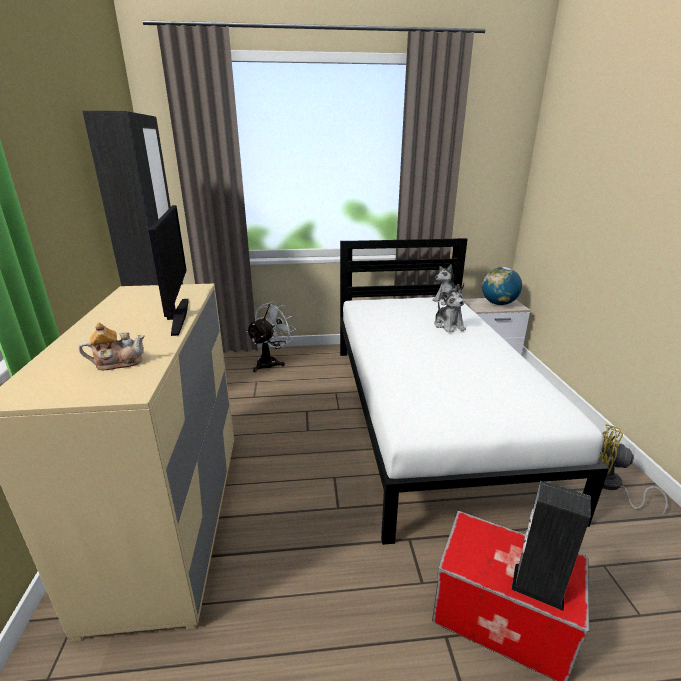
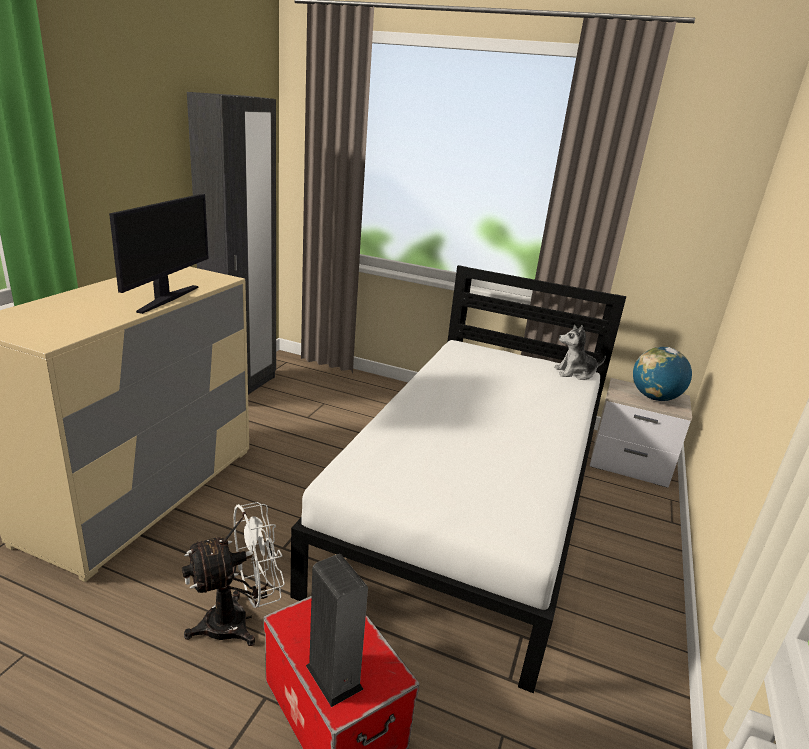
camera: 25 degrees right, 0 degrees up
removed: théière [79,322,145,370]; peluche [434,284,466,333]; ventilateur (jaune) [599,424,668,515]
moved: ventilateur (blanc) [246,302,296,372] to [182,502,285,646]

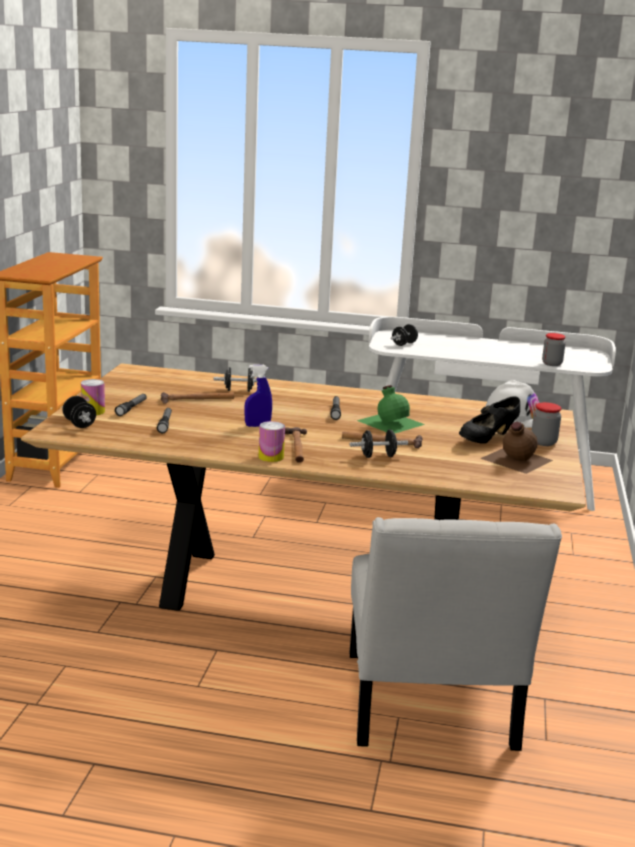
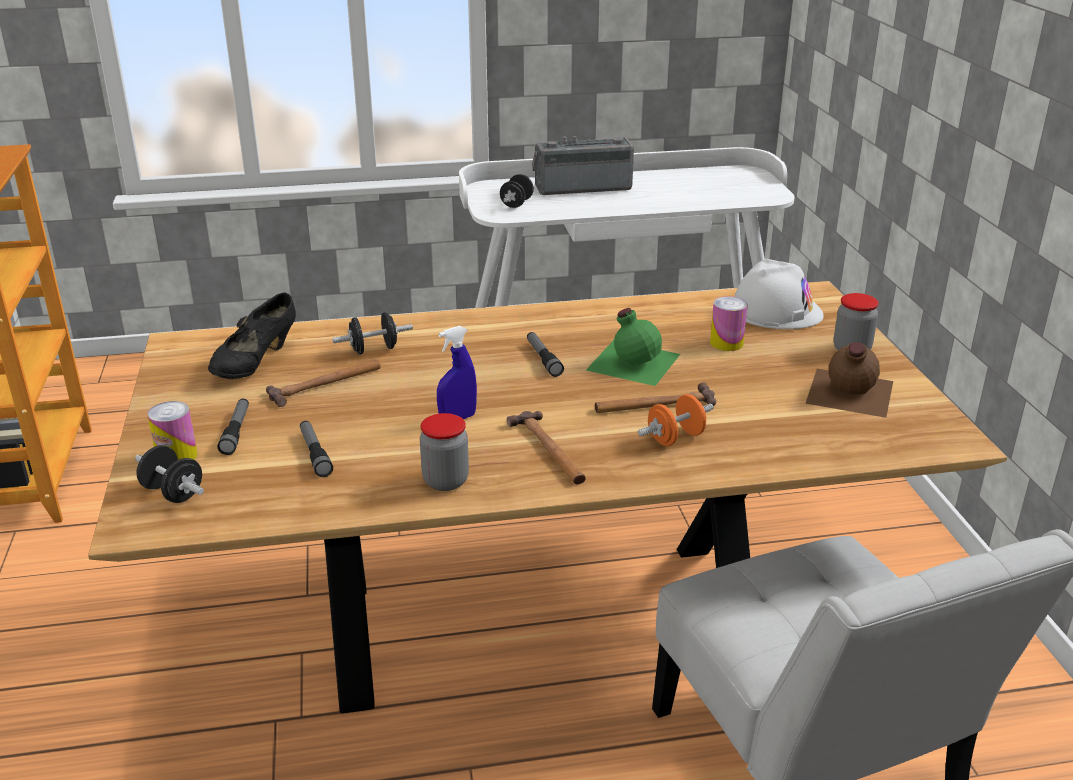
camera: 20 degrees left, 10 degrees up
added: radio [532,136,634,195]
moved: boîte métallique [259,421,285,462] to [710,296,748,351]; chaussure (noir) [459,396,520,444] to [208,293,296,379]; bocal [542,333,566,366] to [420,413,469,491]
recoloured: haltère (noir) [349,430,408,458] to haltère (orange) [638,394,714,446]

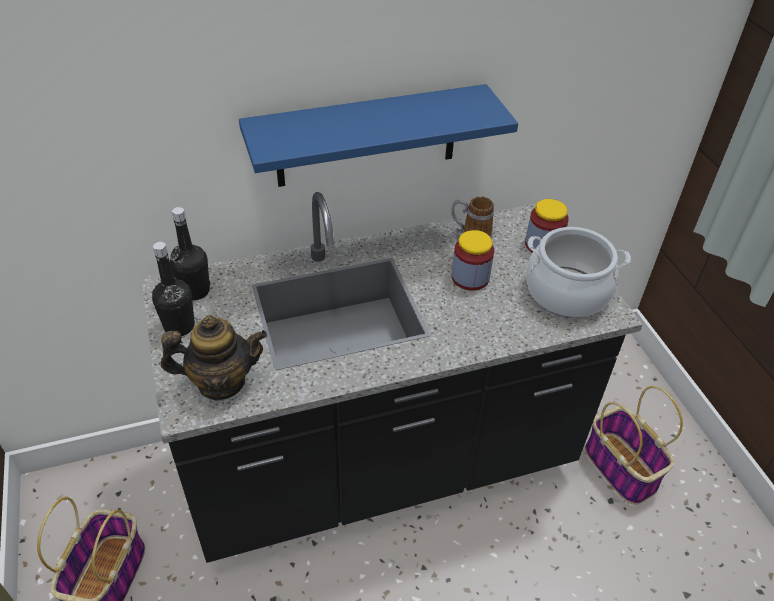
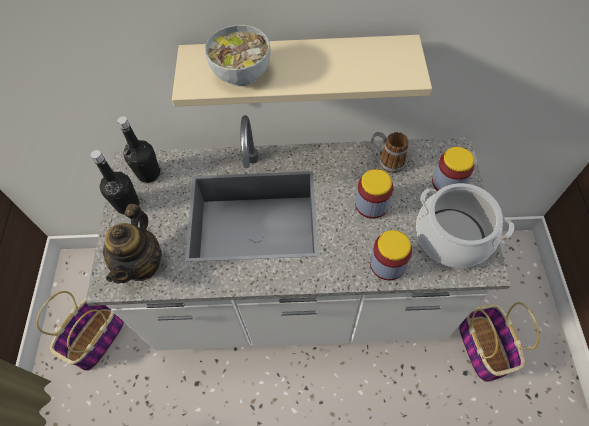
camera: 20 degrees right, 15 degrees up
added: bol [205,25,270,86]; bocal [370,230,412,280]
recoloured: comptoir de cuisine (noir) [141,192,643,563] to comptoir de cuisine (blanc) [86,115,511,351]; étagère (bleu) [239,84,518,187] to étagère (beige) [172,35,432,107]
turned: théière [161,315,267,400] = [103,204,162,283] 90 degrees clockwise

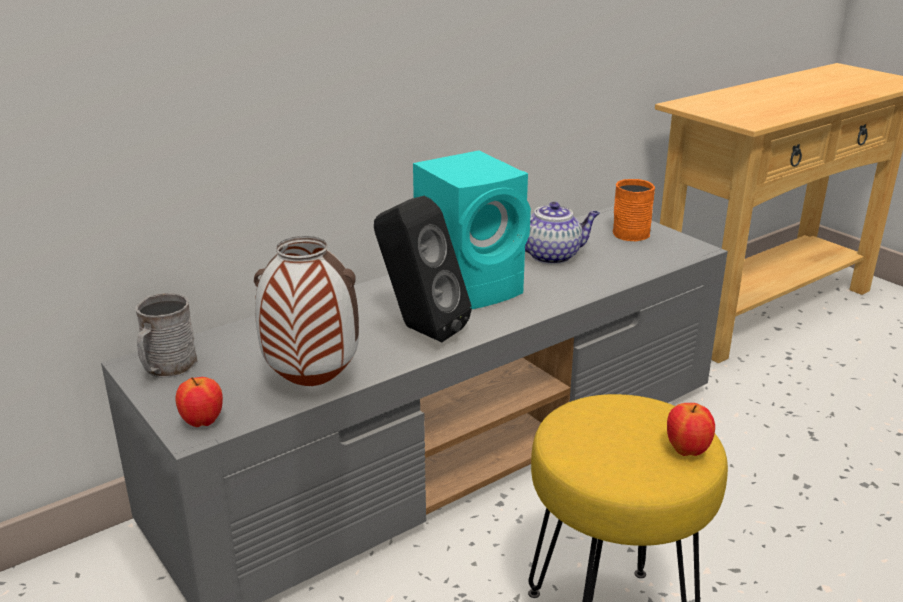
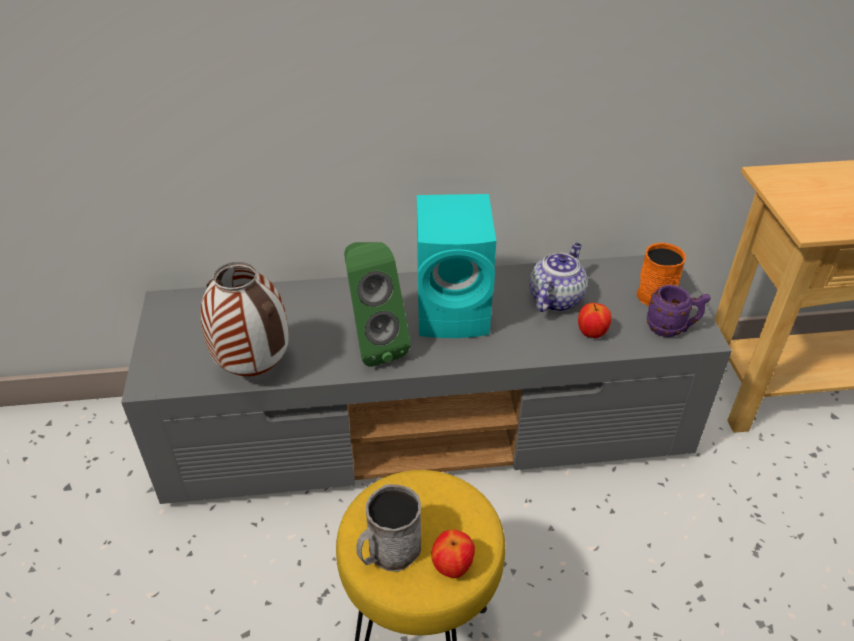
camera: 30 degrees right, 15 degrees up
added: mug (violet) [647,285,711,337]
moved: mug (gris) [135,293,198,378] to [356,484,421,572]; pomme [175,377,223,427] to [578,303,612,338]
recoloured: enceinte (noir) [374,196,472,342] to enceinte (vert) [344,242,411,367]
turned: théière [525,202,600,264] = [529,243,588,312] 75 degrees counterclockwise

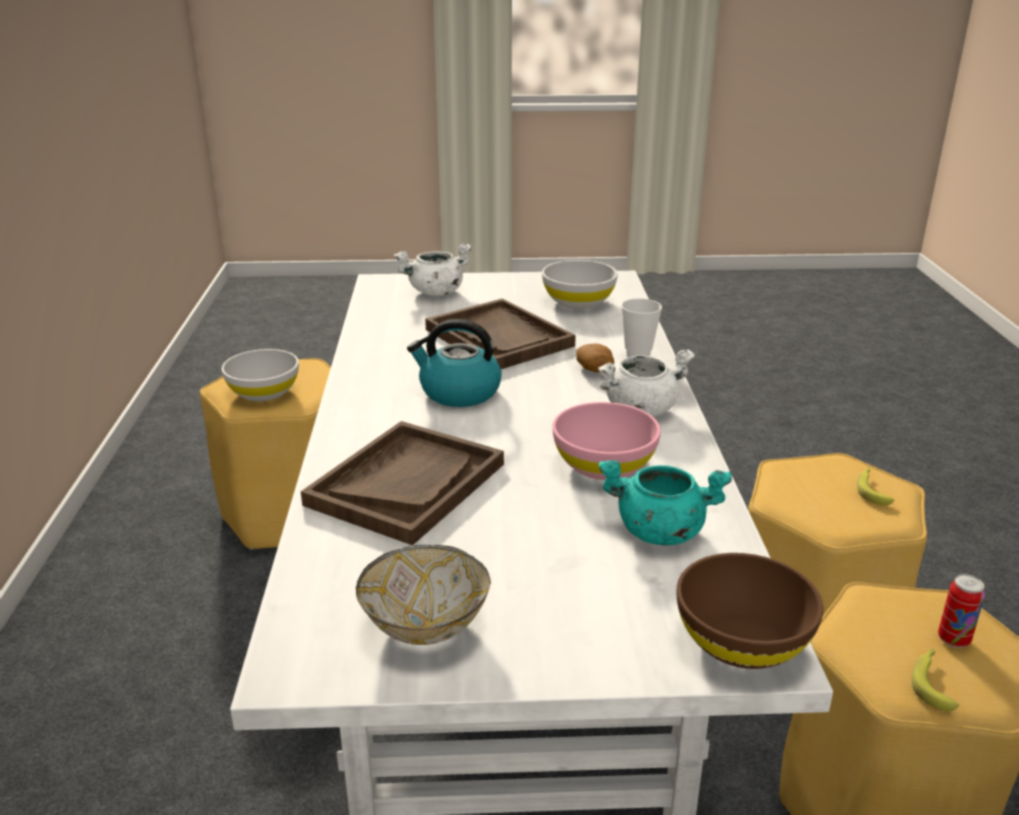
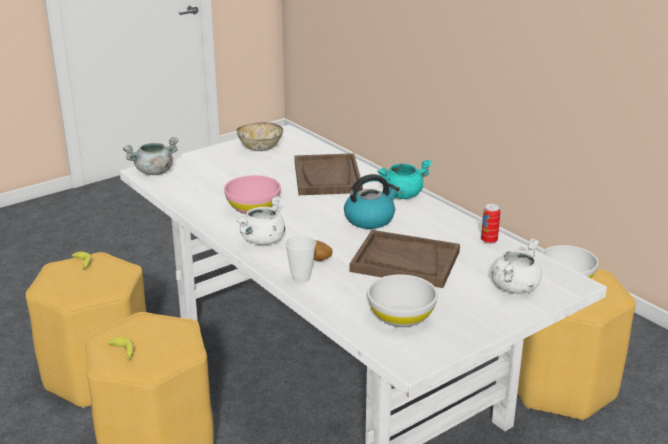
camera: 145 degrees right, 0 degrees up
moved: marmite (turquoise) [599,460,732,545] to [377,160,432,199]; boîte métallique [938,574,985,648] to [481,204,500,244]
replaced: bol (marron) [677,553,824,669] to marmite (gris) [122,137,179,175]

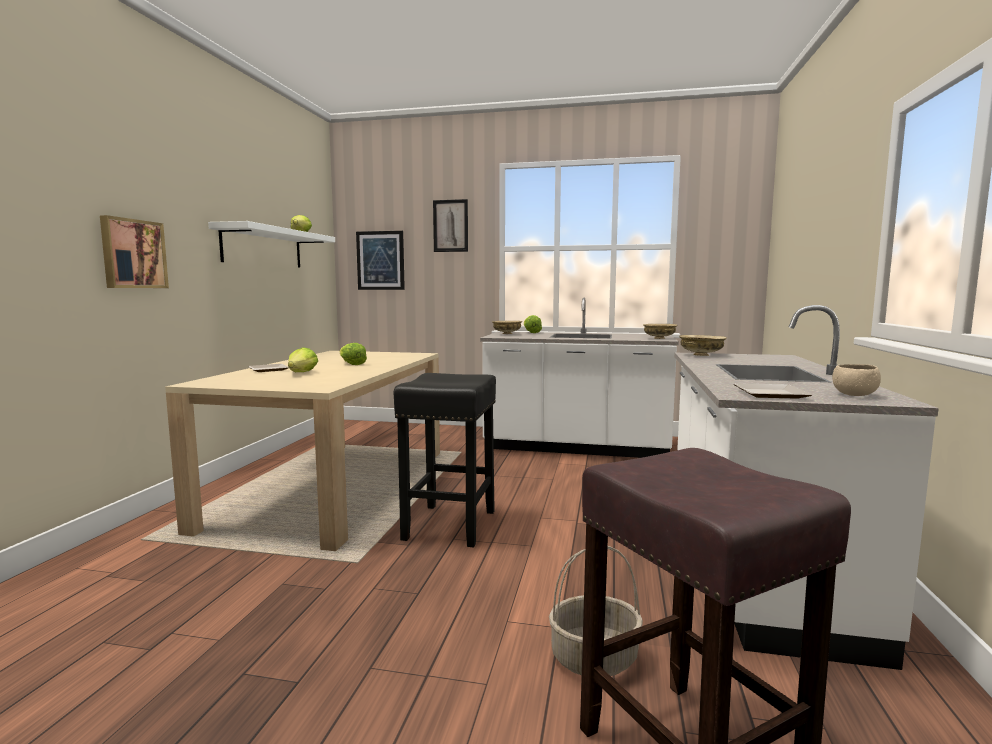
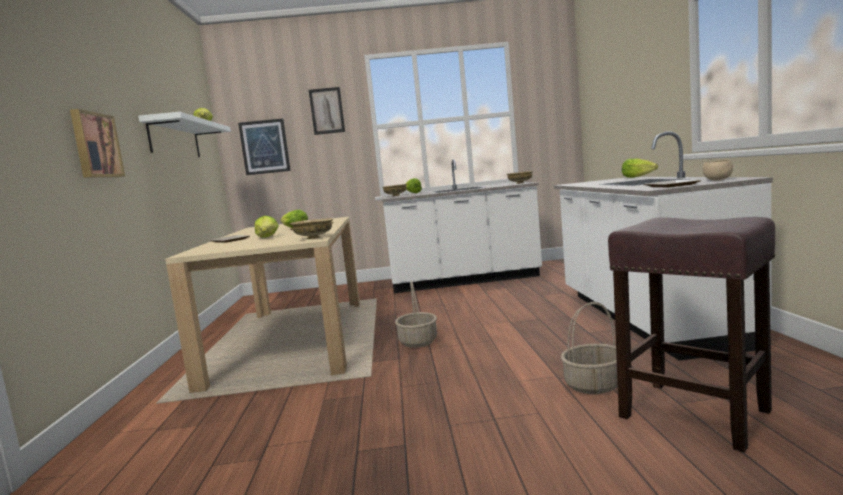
camera: 15 degrees left, 0 degrees up
added: laitue [622,158,658,178]
moved: bol (beige) [679,335,727,356] to [290,218,333,239]
replaced: tabouret (noir) [394,373,496,547] to panier [395,280,437,348]

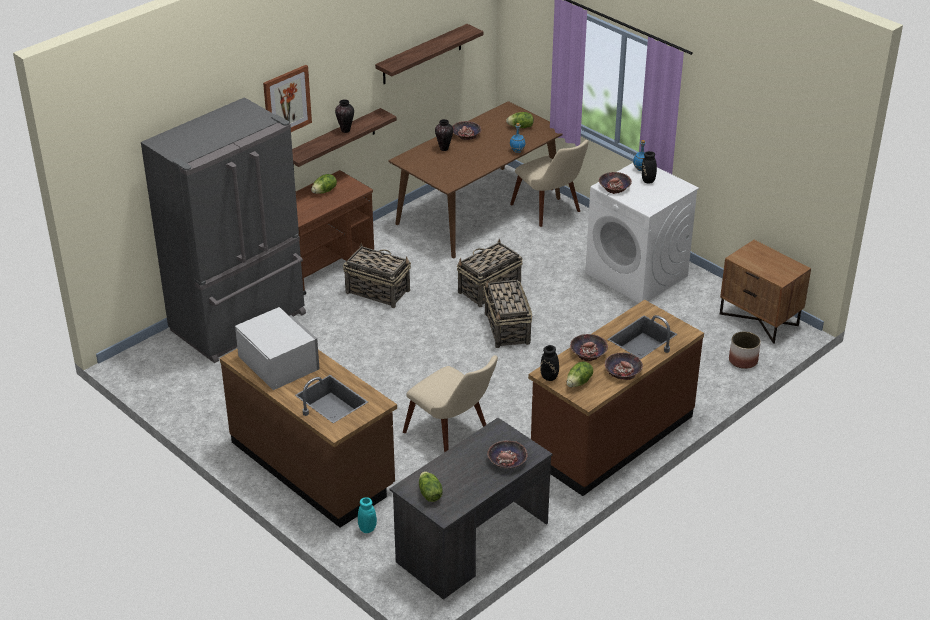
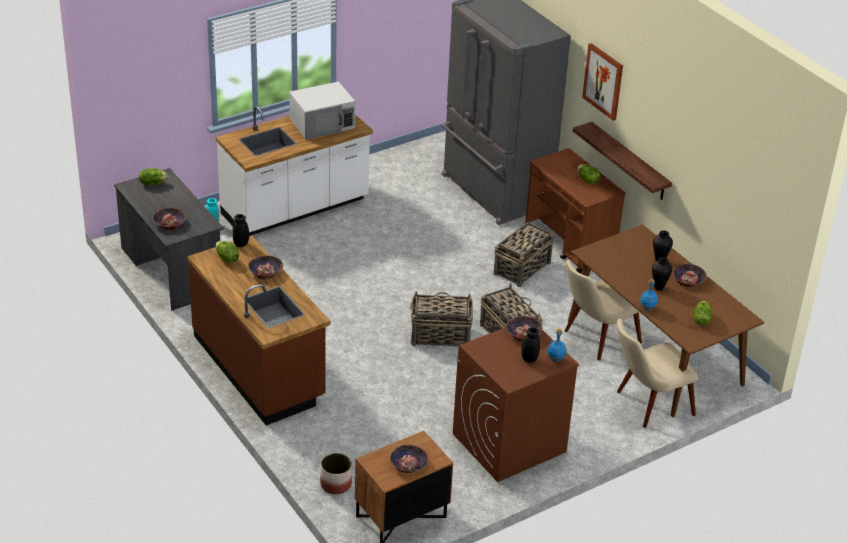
camera: 100 degrees right, 0 degrees up
removed: étagère [375,24,483,84]
moved: vase [335,99,354,133] to [652,257,672,291]; chaise (beige) [403,355,498,452] to [564,260,642,360]; bol [605,353,643,380] to [390,445,429,473]
recoloured: comptoir de cuisine (marron) [220,348,397,528] to comptoir de cuisine (blanc) [216,106,373,236]; lave-linge (blanc) [585,163,699,303] to lave-linge (marron) [453,327,580,482]

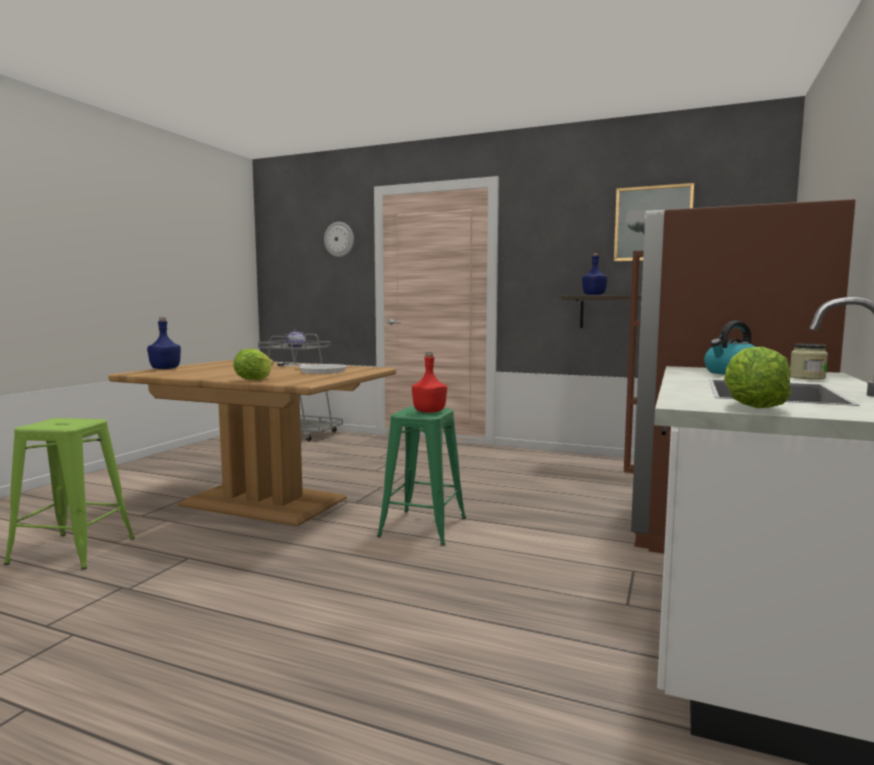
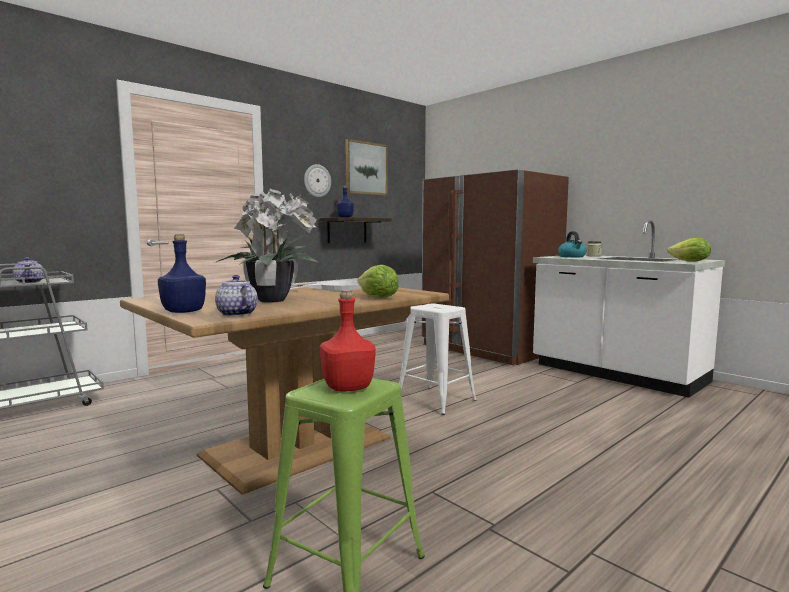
camera: 65 degrees left, 0 degrees up
added: plante en pot [214,188,319,303]; théière [215,275,258,317]
moved: horloge murale [324,222,354,257] to [304,164,331,197]; bouteille (rouge) [412,352,447,413] to [320,290,376,391]
recoloured: tabouret (vert) [377,406,466,546] to tabouret (blanc) [399,303,477,415]

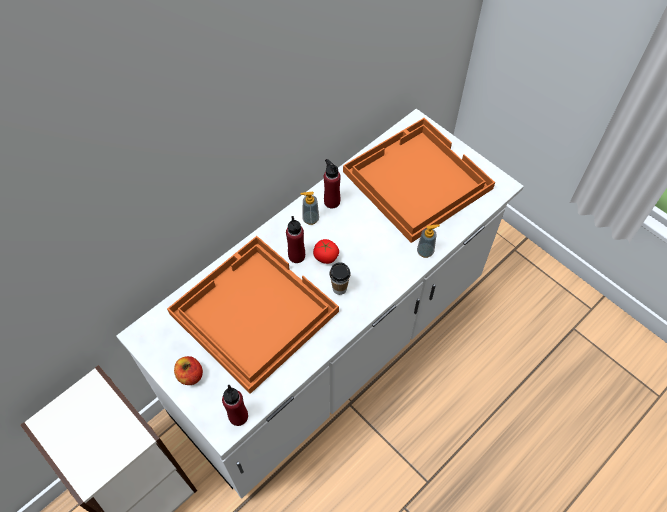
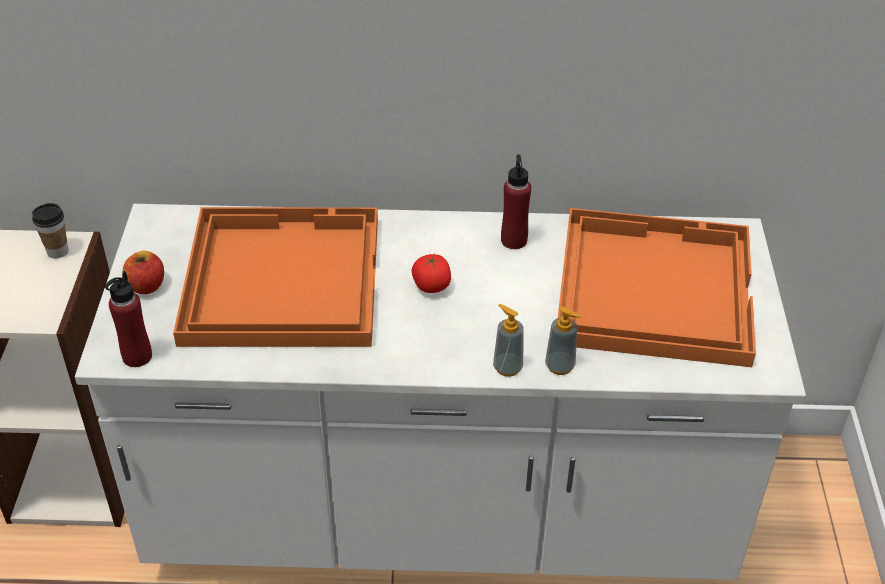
camera: 45 degrees right, 15 degrees down
removed: bouteille (rouge) [286,216,305,263]
moved: distributeur de savon [300,192,319,225] to [493,304,524,377]; tasse [329,262,351,295] to [32,203,69,259]

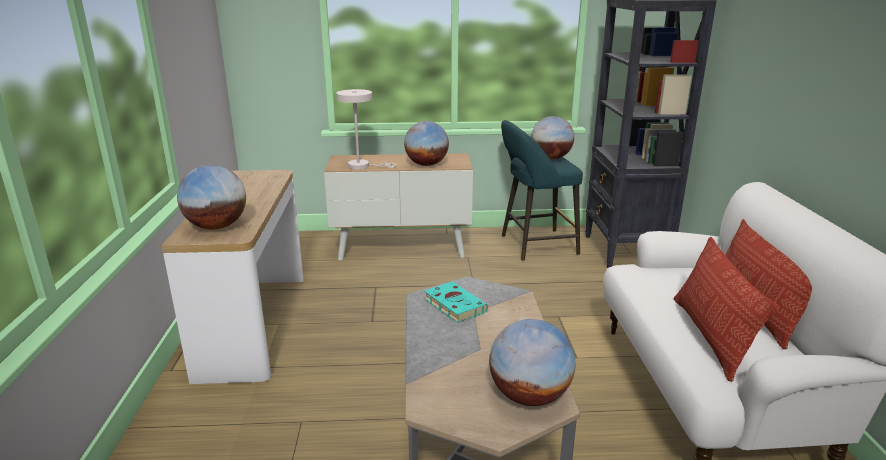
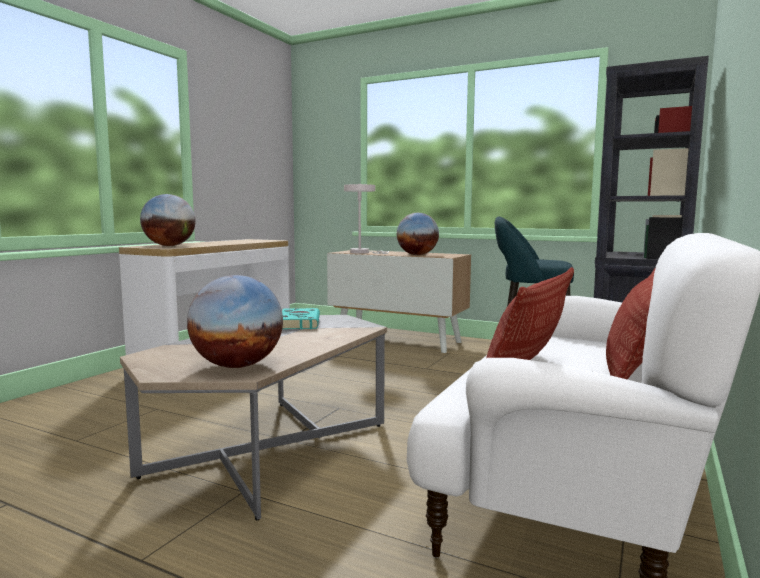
camera: 30 degrees right, 15 degrees down
removed: globe [531,116,574,159]

